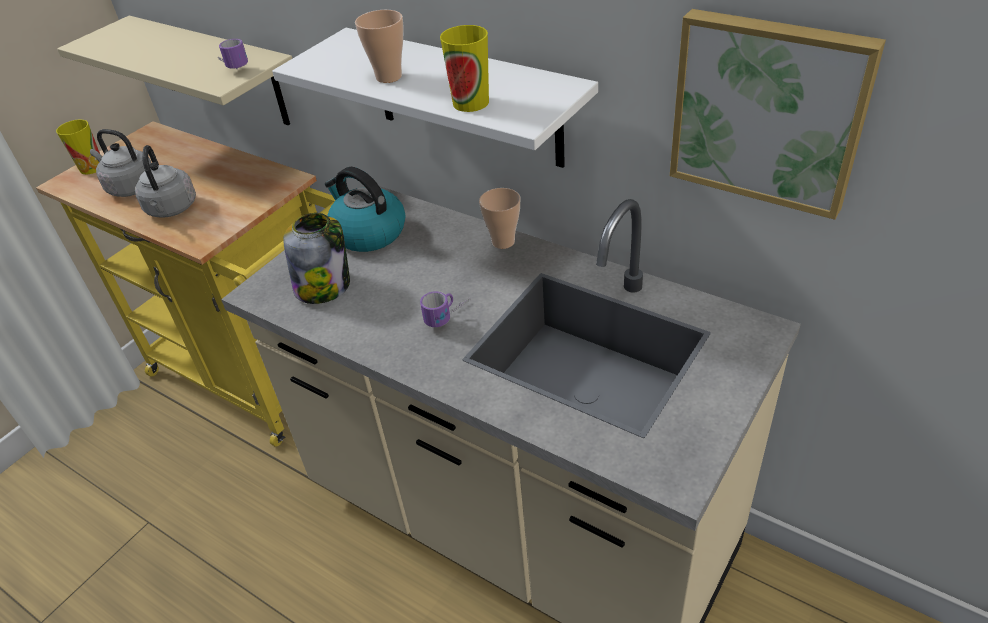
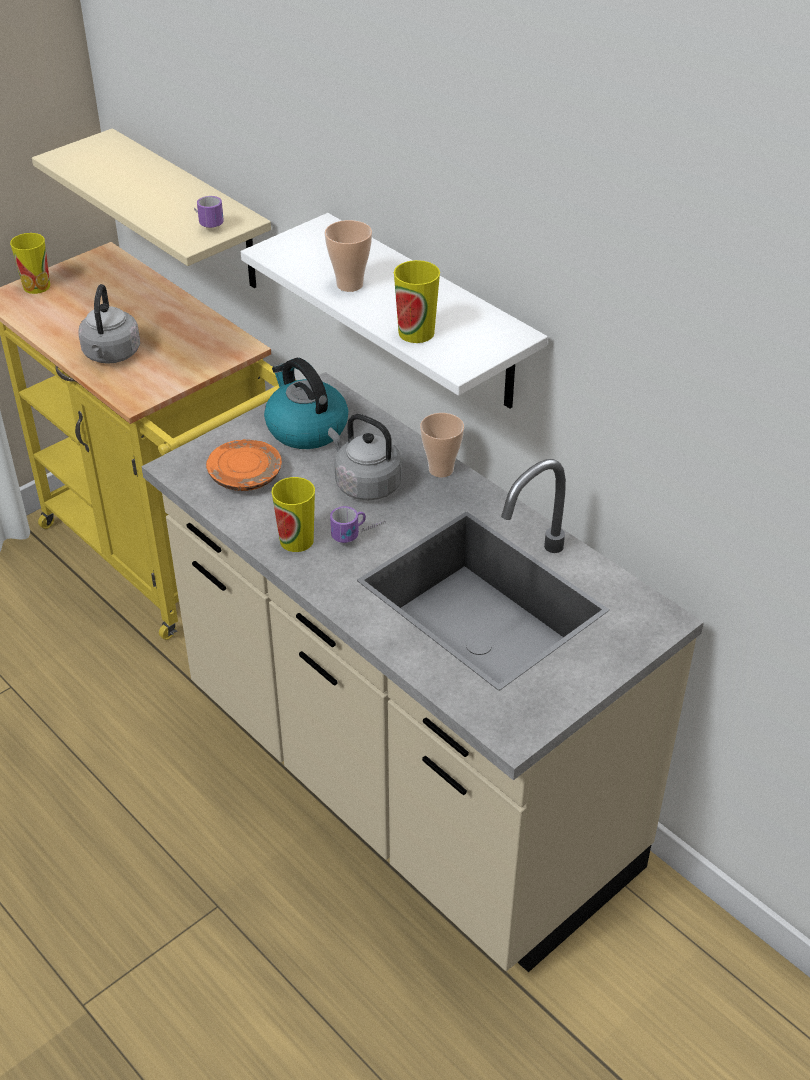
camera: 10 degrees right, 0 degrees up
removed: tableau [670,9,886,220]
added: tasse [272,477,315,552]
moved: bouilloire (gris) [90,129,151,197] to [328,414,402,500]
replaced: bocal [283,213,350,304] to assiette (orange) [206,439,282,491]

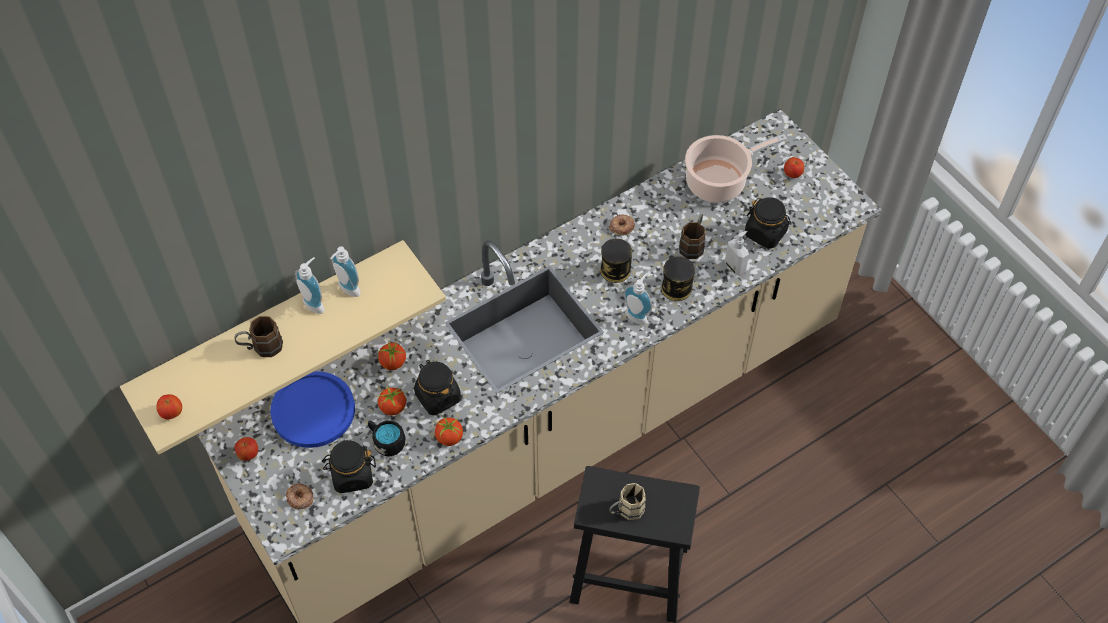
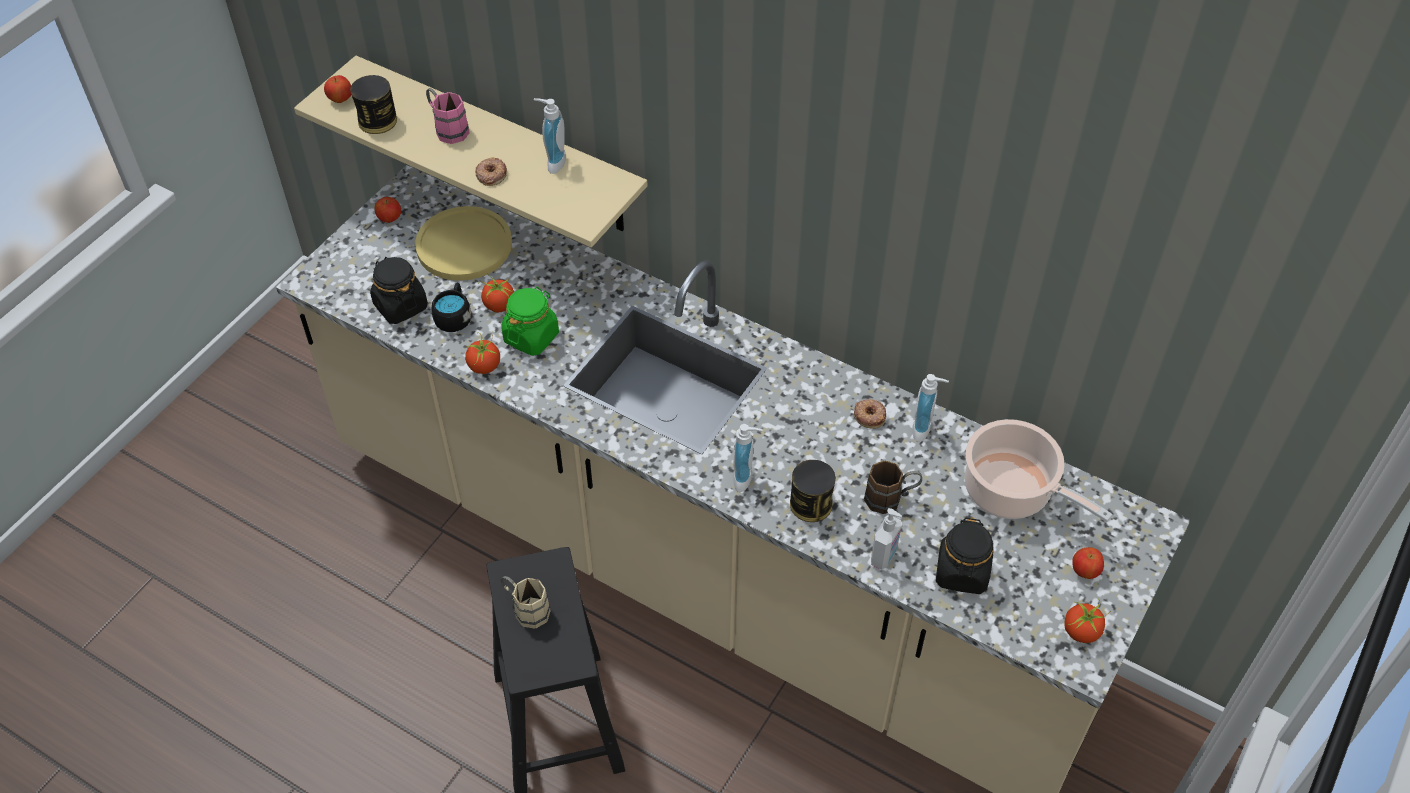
camera: 65 degrees right, 5 degrees down
moved: beignet [286,483,314,509] to [475,157,507,186]; distributeur de savon [295,257,324,314] to [912,374,949,442]; tomate [378,337,406,370] to [1064,600,1111,643]; boîte métallique [600,239,632,283] to [350,75,397,134]
recoloured: mug (marron) [234,316,283,357] to mug (rose) [426,88,469,144]; assiette (bleu) [271,371,355,448] to assiette (jaune) [415,206,512,281]; bocal (noir) [414,360,461,415] to bocal (vert) [501,287,559,356]

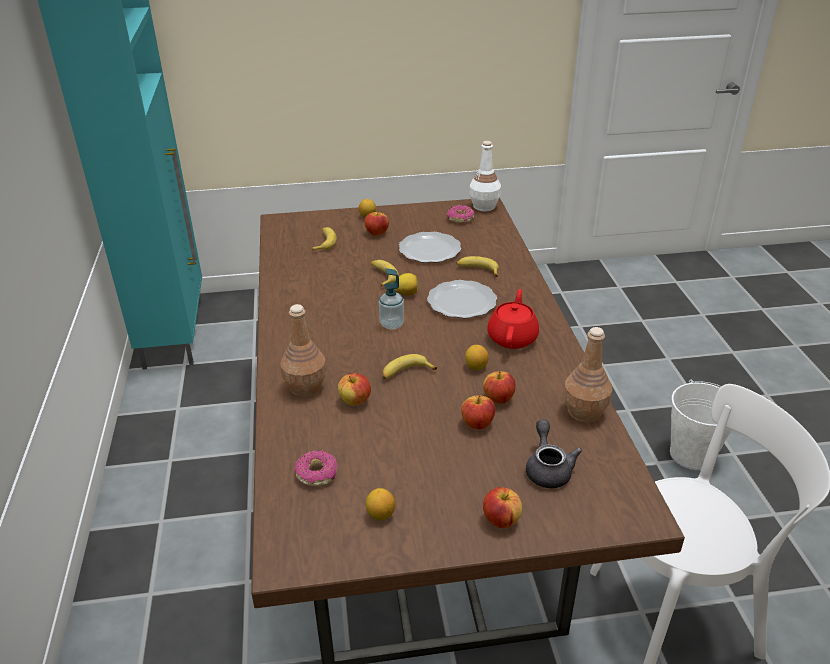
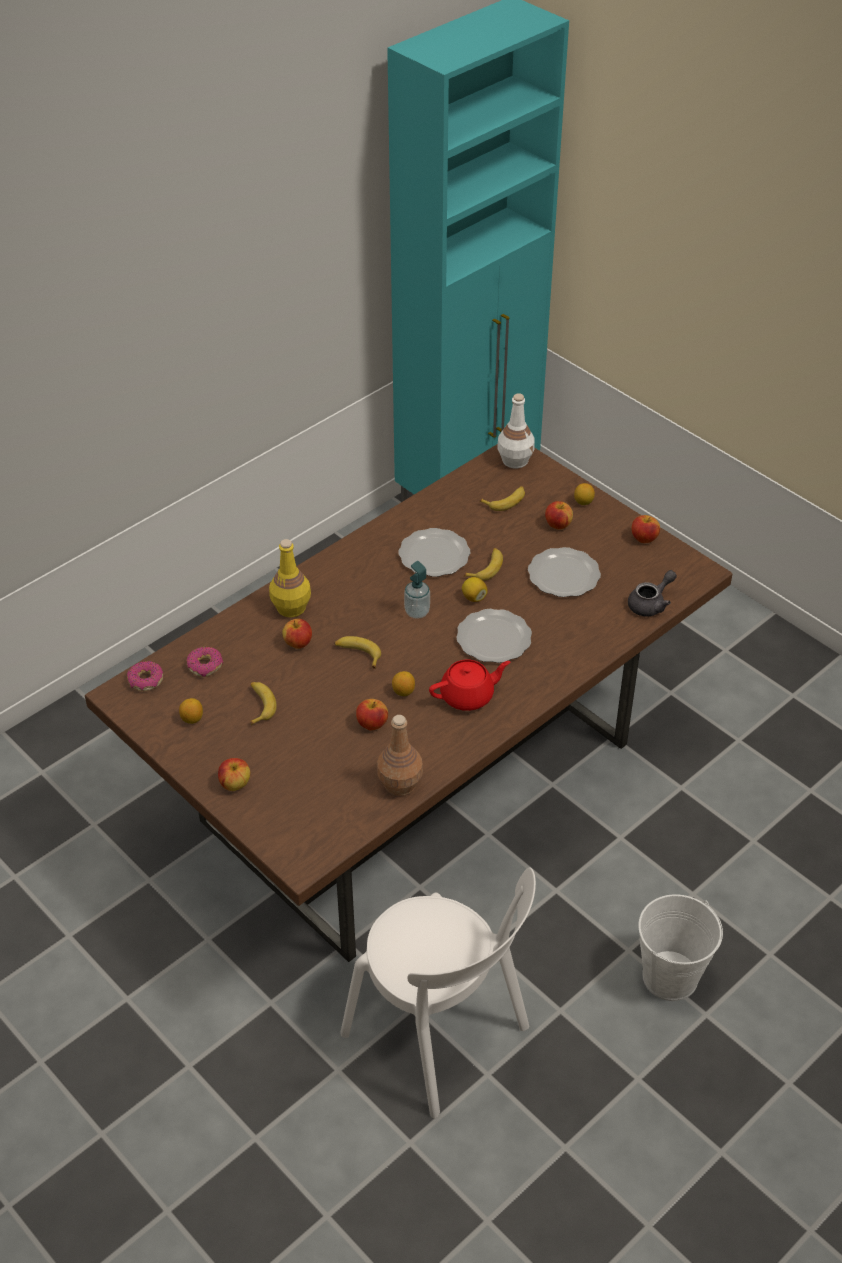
camera: 55 degrees right, 10 degrees up
added: assiette [398,528,470,577]
moved: beignet [447,205,475,223] to [127,661,163,691]; banane [456,256,499,277] to [250,682,277,725]; pomme [461,395,495,429] to [631,515,660,543]; bouteille (blanc) [469,141,501,211] to [497,393,535,468]; théière (gris) [526,420,582,488] to [628,570,677,617]
recoloured: bouteille (marron) [280,304,327,397] to bouteille (jaune) [269,539,311,617]

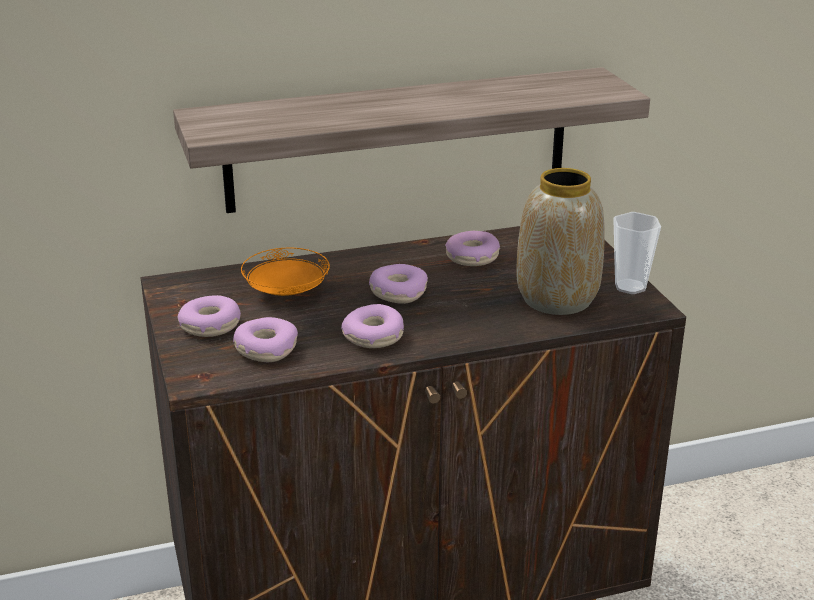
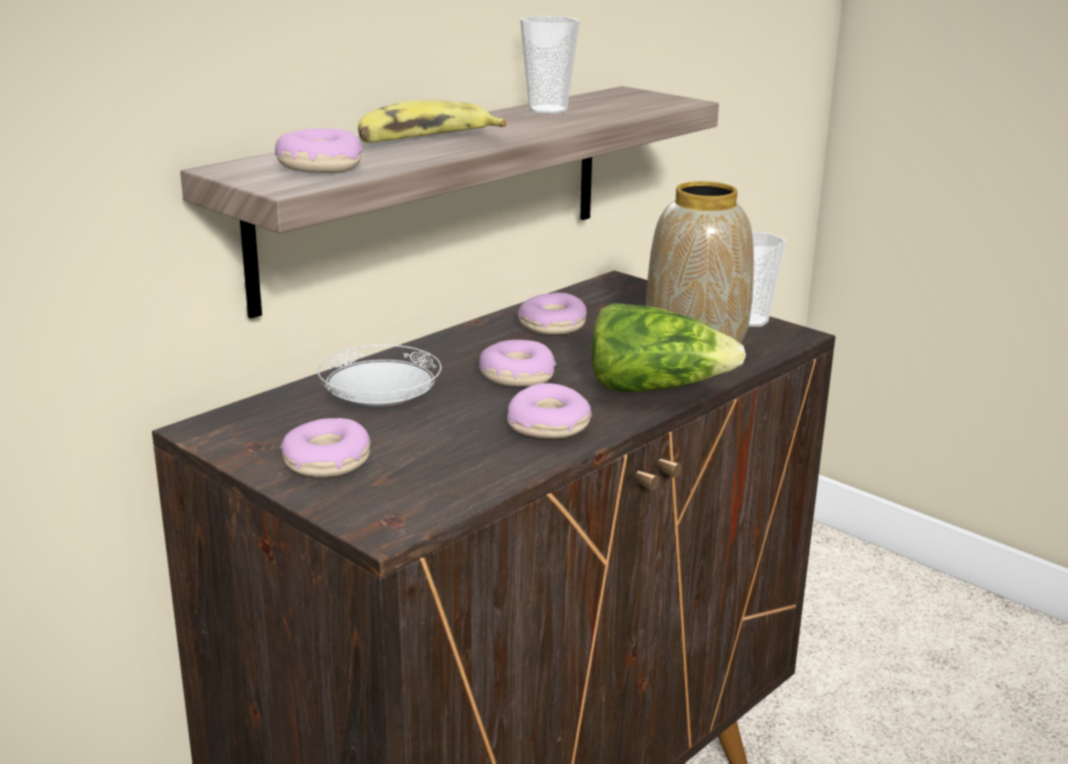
camera: 30 degrees left, 5 degrees down
added: banane [358,100,506,143]; tasse [520,16,579,114]; laitue [591,303,746,392]
moved: beignet [233,317,298,362] to [275,128,363,173]
recoloured: assiette (orange) [241,248,330,296] to assiette (blanc) [317,345,442,406]

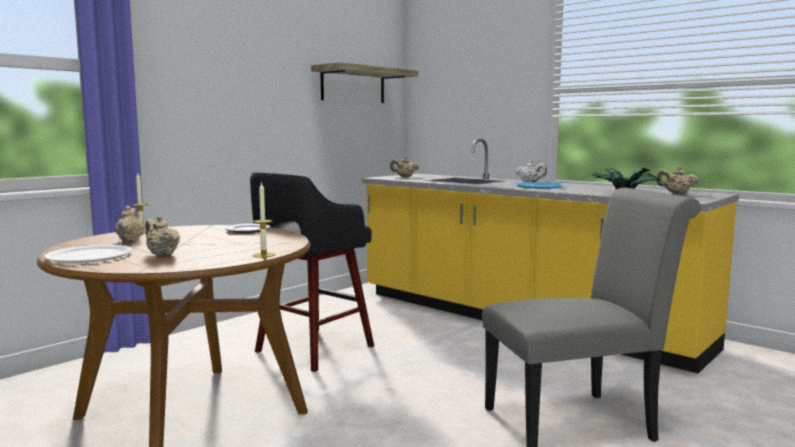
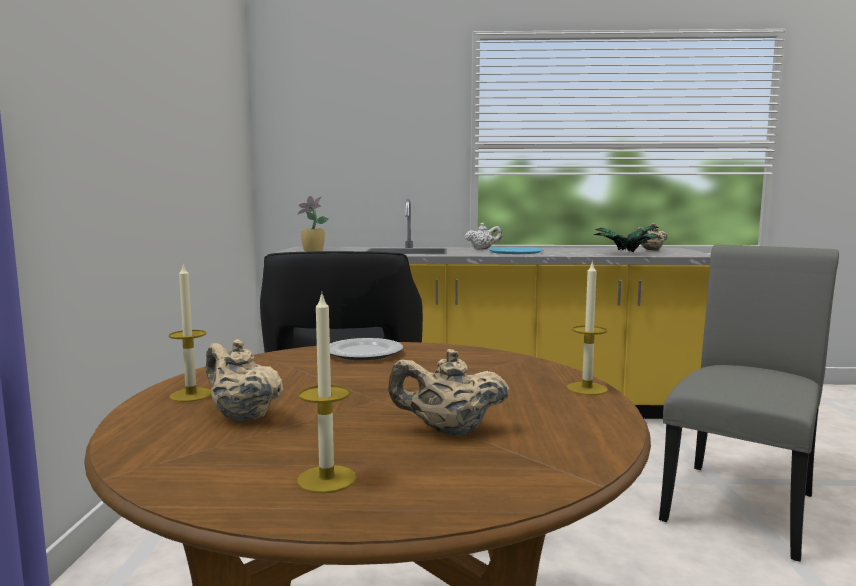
camera: 40 degrees left, 0 degrees up
removed: étagère [311,62,419,103]
replaced: assiette (blanc) [44,245,133,263] to bougie [297,291,356,494]; théière (beige) [390,156,419,177] to plante en pot [297,196,329,252]

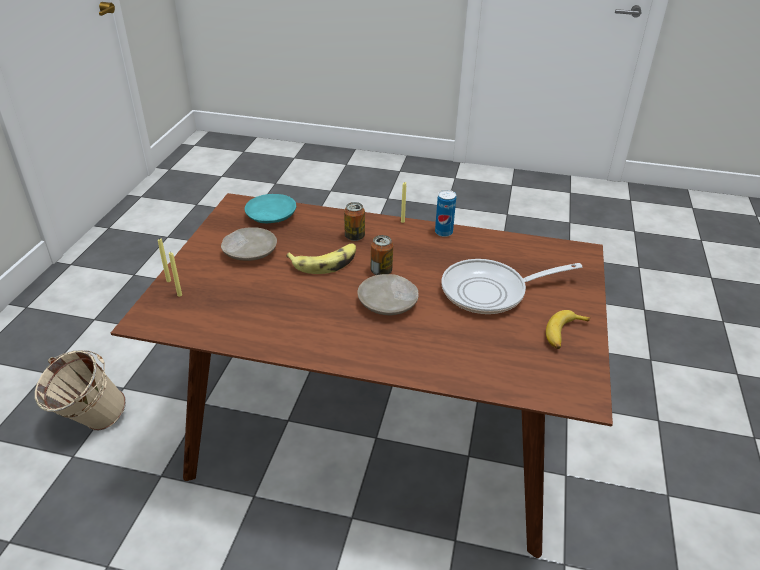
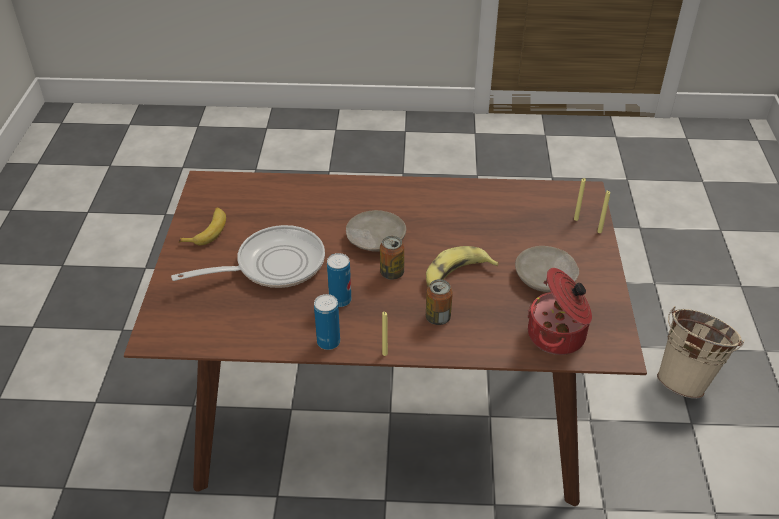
camera: 170 degrees right, 5 degrees up
added: boîte métallique [327,253,351,307]
replaced: assiette (turquoise) [245,194,296,224] to marmite [527,268,592,355]

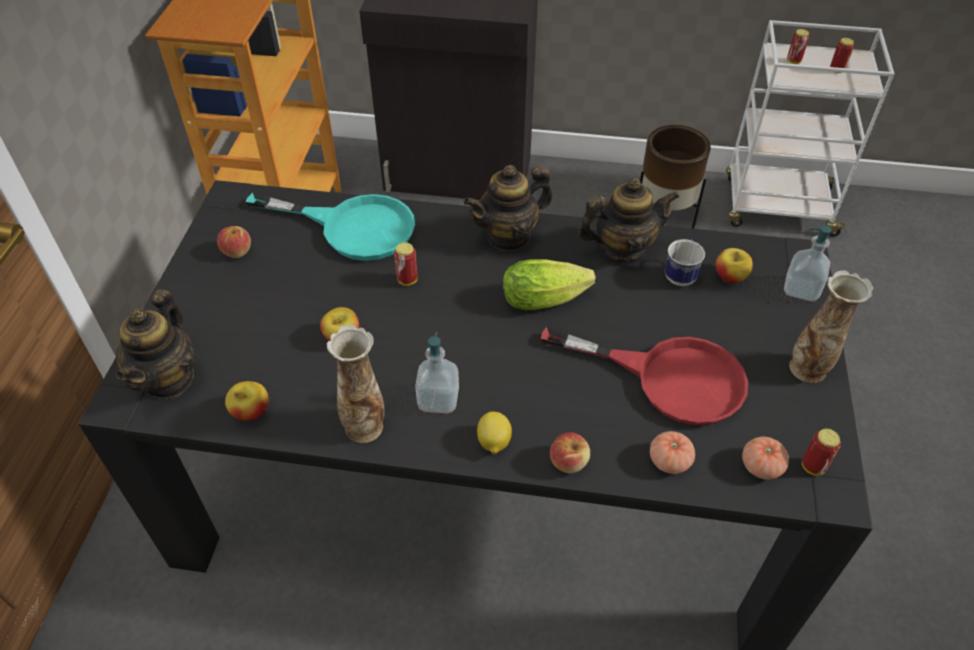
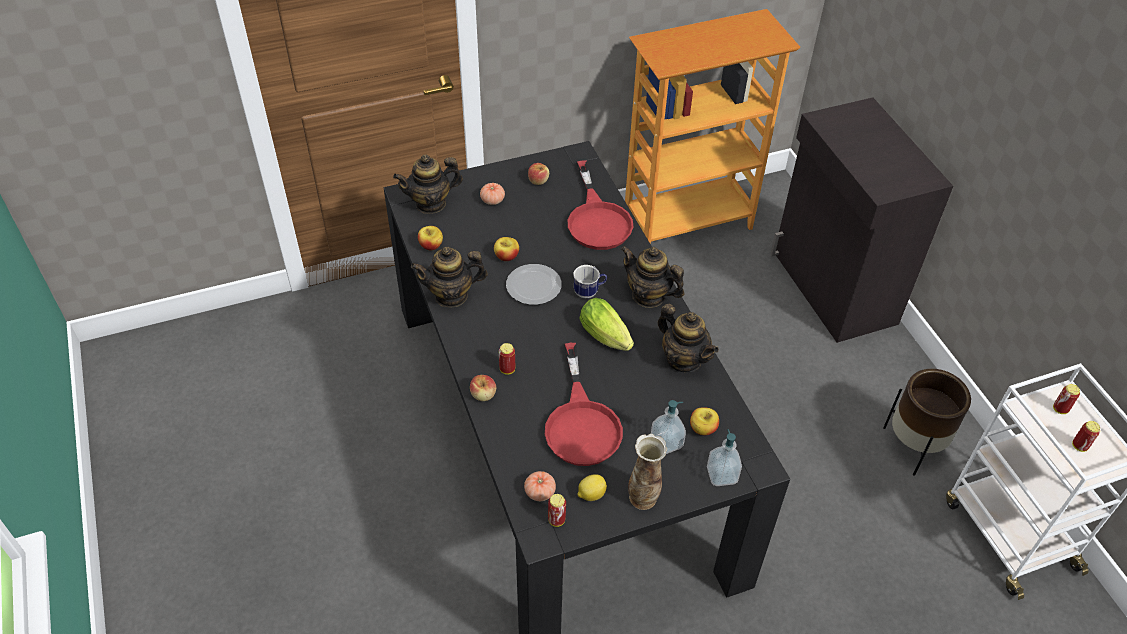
camera: 60 degrees right, 0 degrees up
added: assiette [506,264,562,305]
moved: boîte métallique [394,242,418,286] to [499,343,515,375]; distributeur de savon [415,332,459,414] to [651,400,686,454]; citron [477,412,512,454] to [578,474,607,501]; tomate [650,431,695,474] to [480,183,505,205]; mug [665,238,705,286] to [573,265,607,298]
replaced: vase [326,325,385,443] to théière [411,247,488,308]
recoloured: poêle (turquoise) [245,193,415,261] to poêle (rouge) [568,161,633,250]

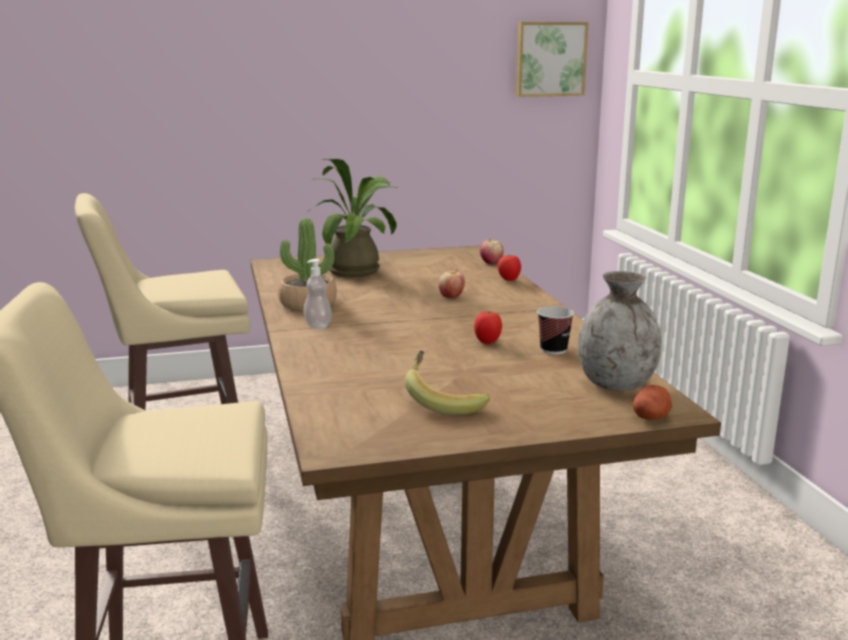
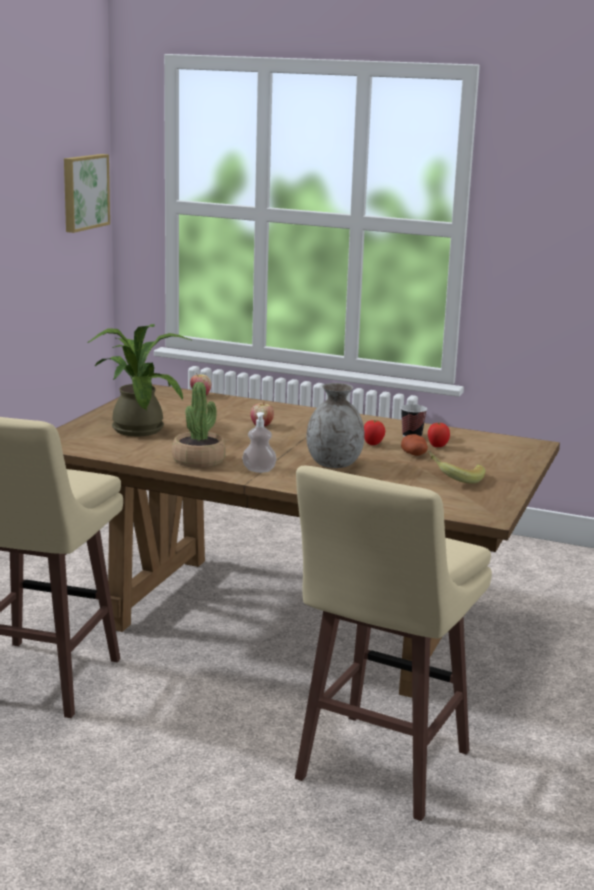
camera: 55 degrees left, 0 degrees up
moved: tomate [498,255,521,281] to [428,423,450,447]; vase (gris) [578,271,662,391] to [306,383,365,468]; pomme de terre [633,385,672,420] to [401,434,428,456]

